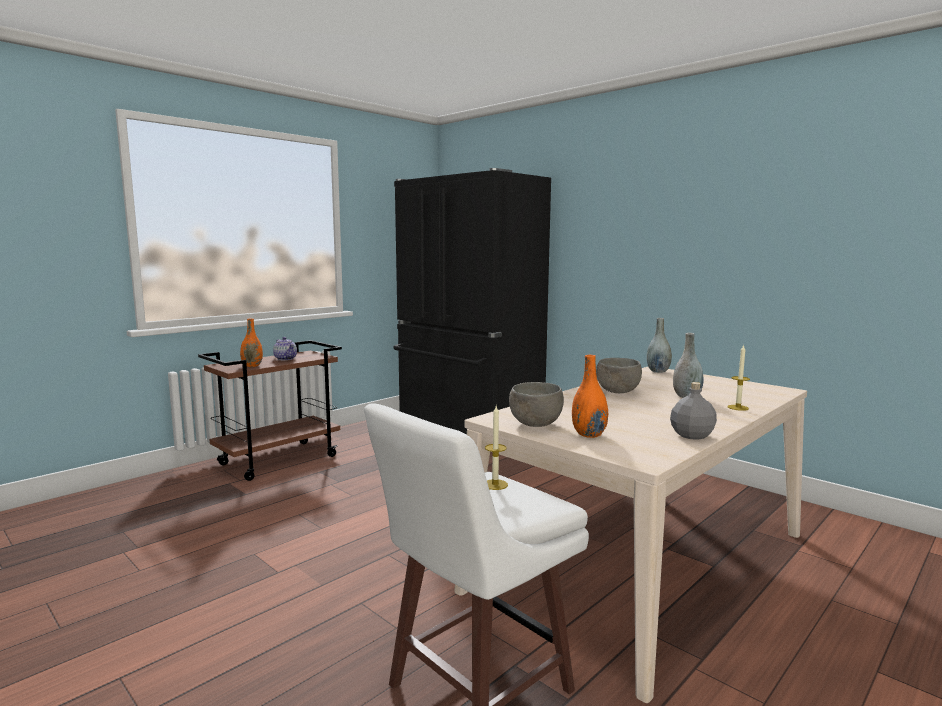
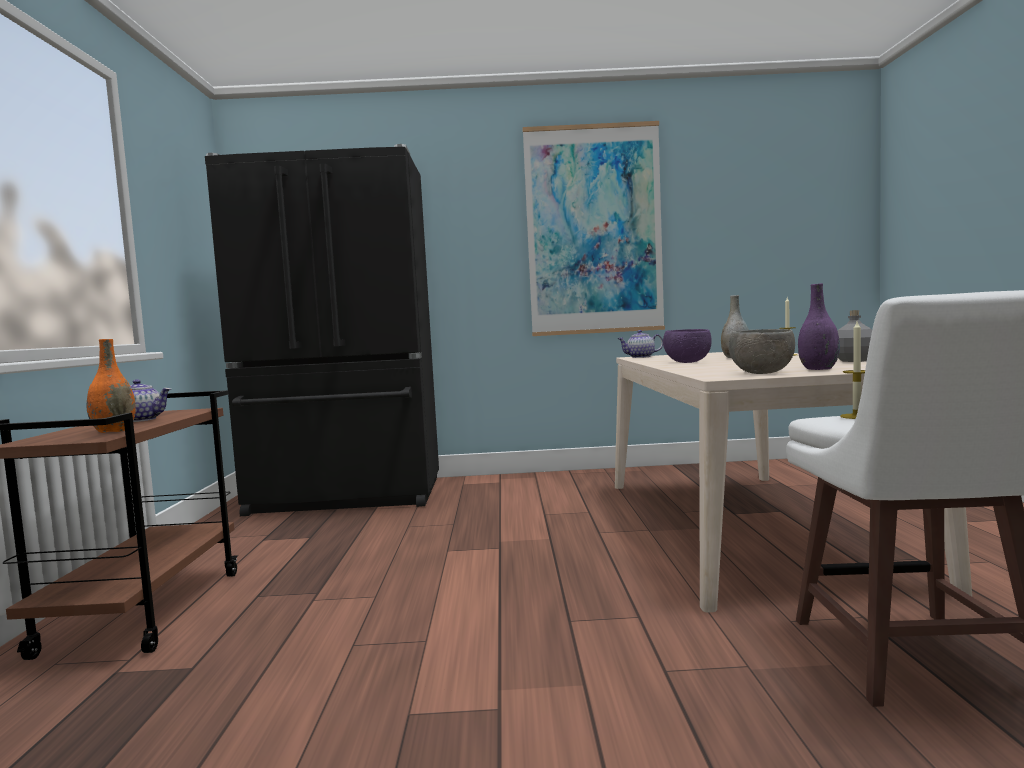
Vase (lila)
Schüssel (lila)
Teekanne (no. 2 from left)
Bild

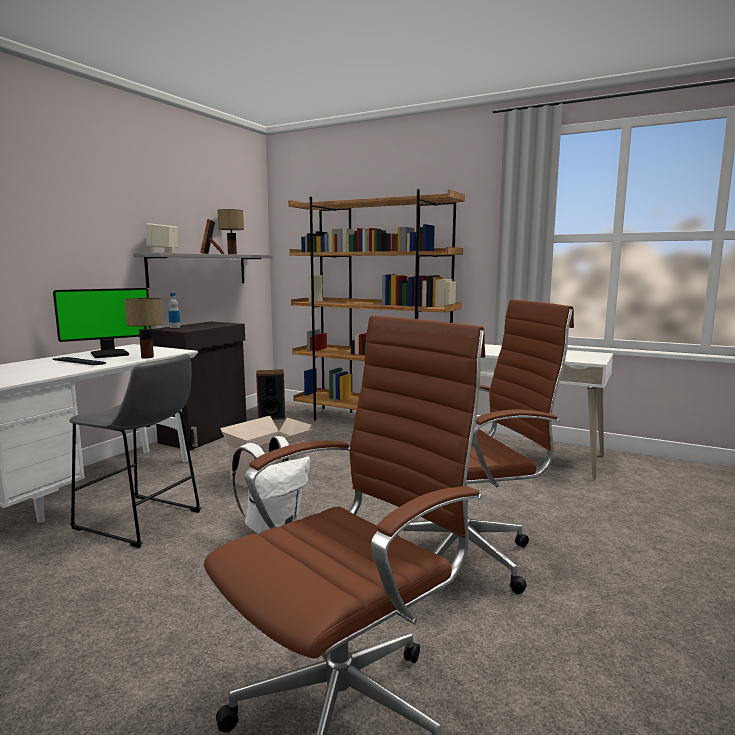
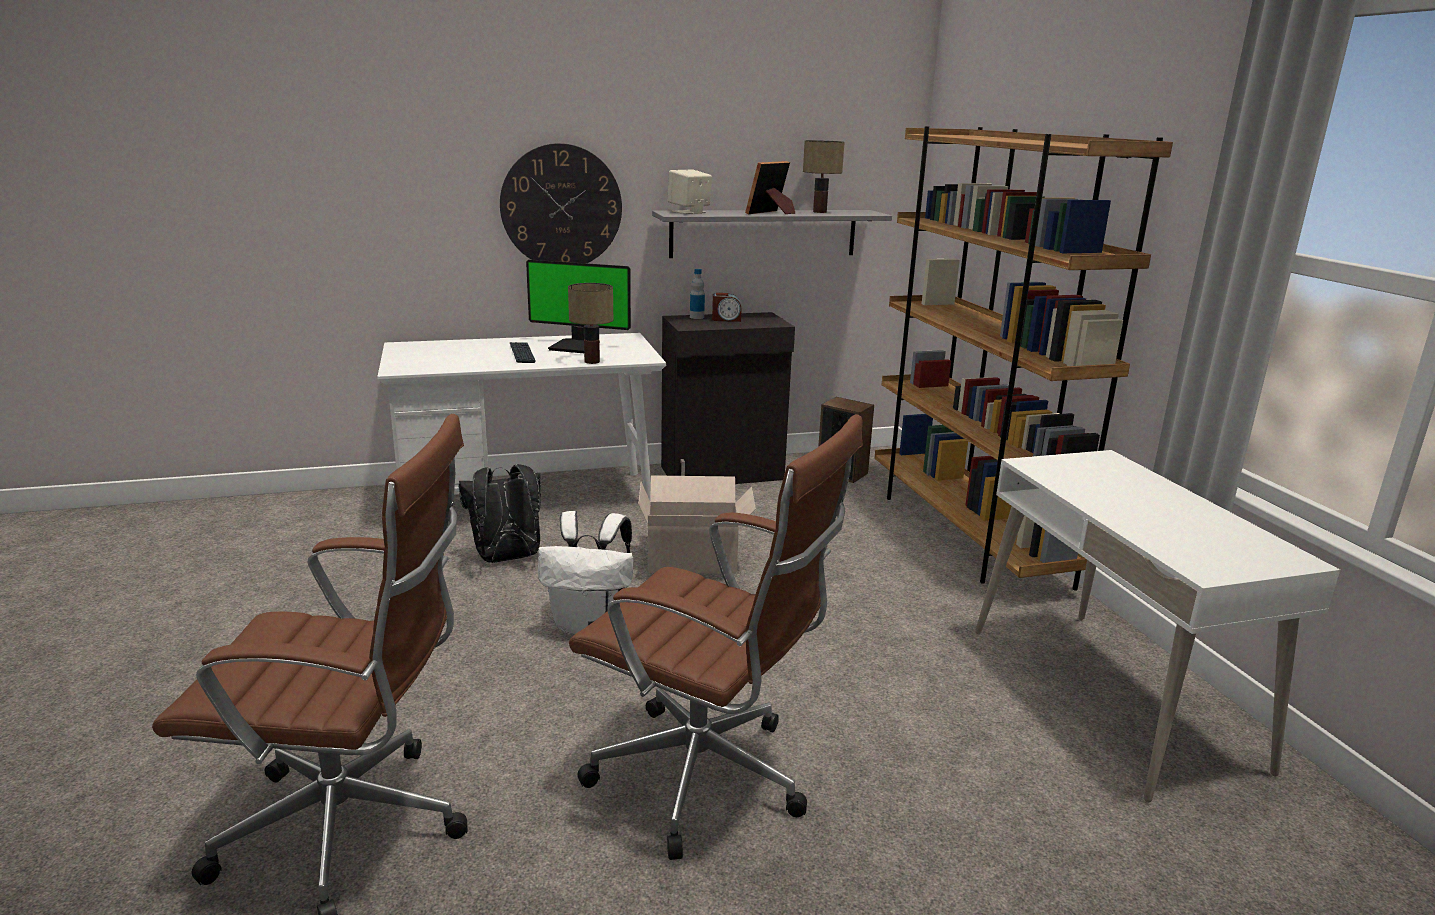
Rucksack (schwarz)
Wanduhr
Wecker

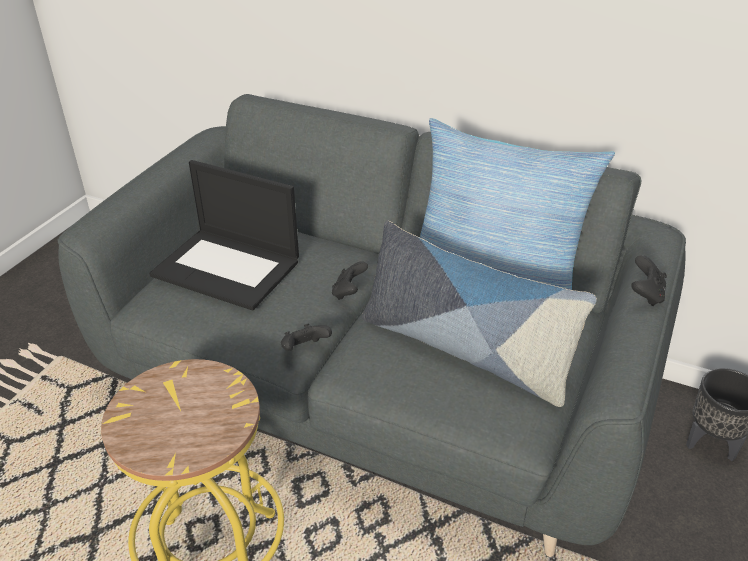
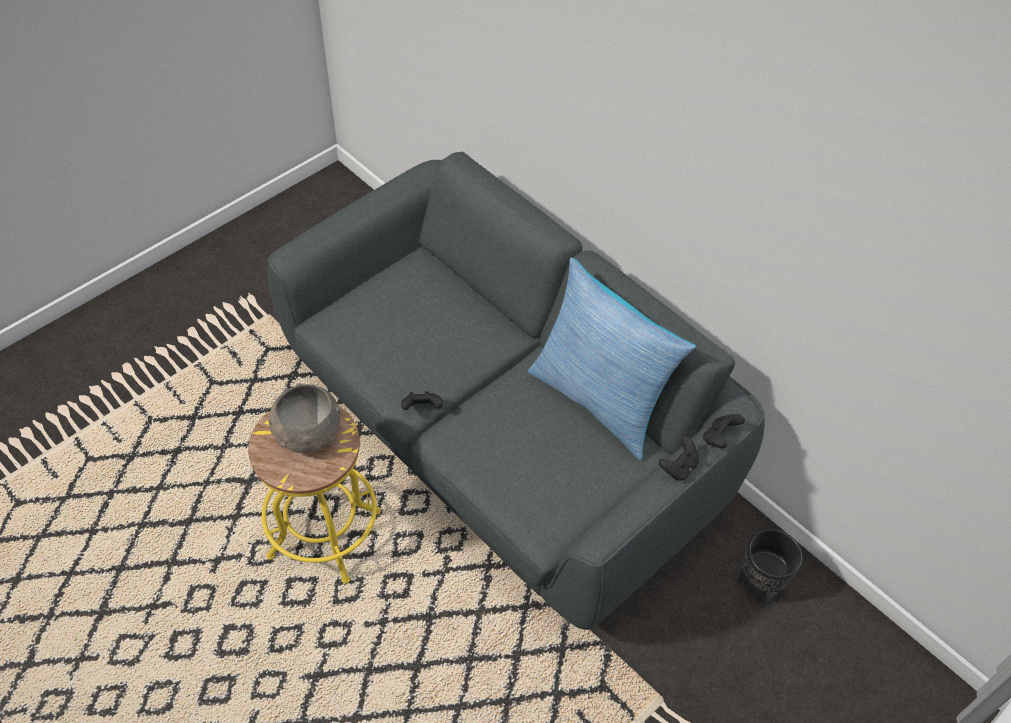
Laptop
Gamepad (schwarz) (no. 3 from left)
Kissen (no. 1 from left in the first image)
Schüssel (grau)

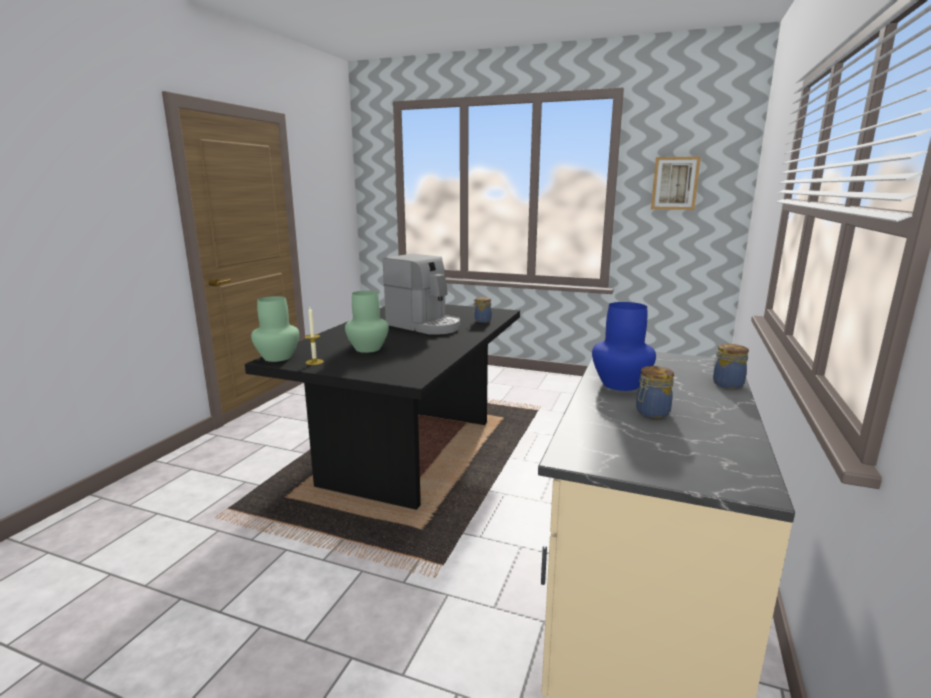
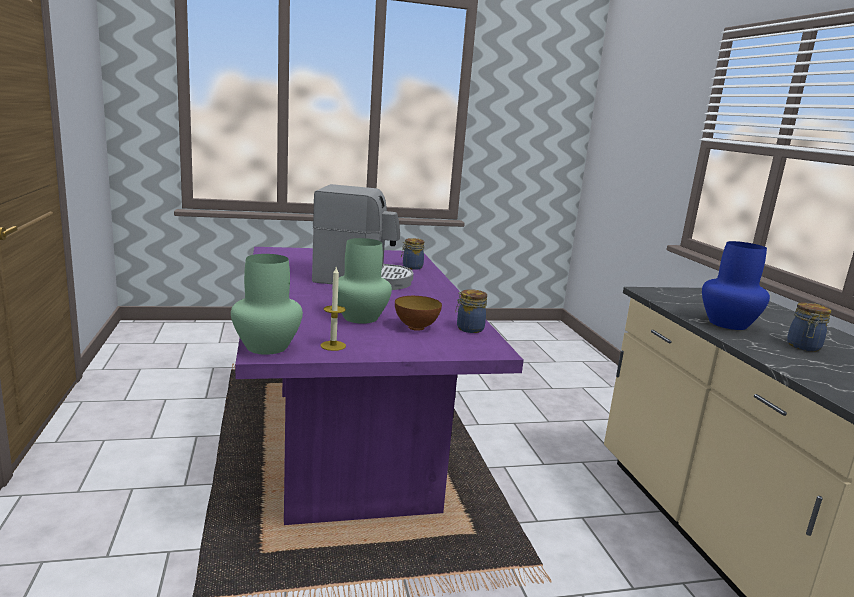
Esstisch (lila)
Bild
Vorratsglas (no. 2 from left)
Schüssel

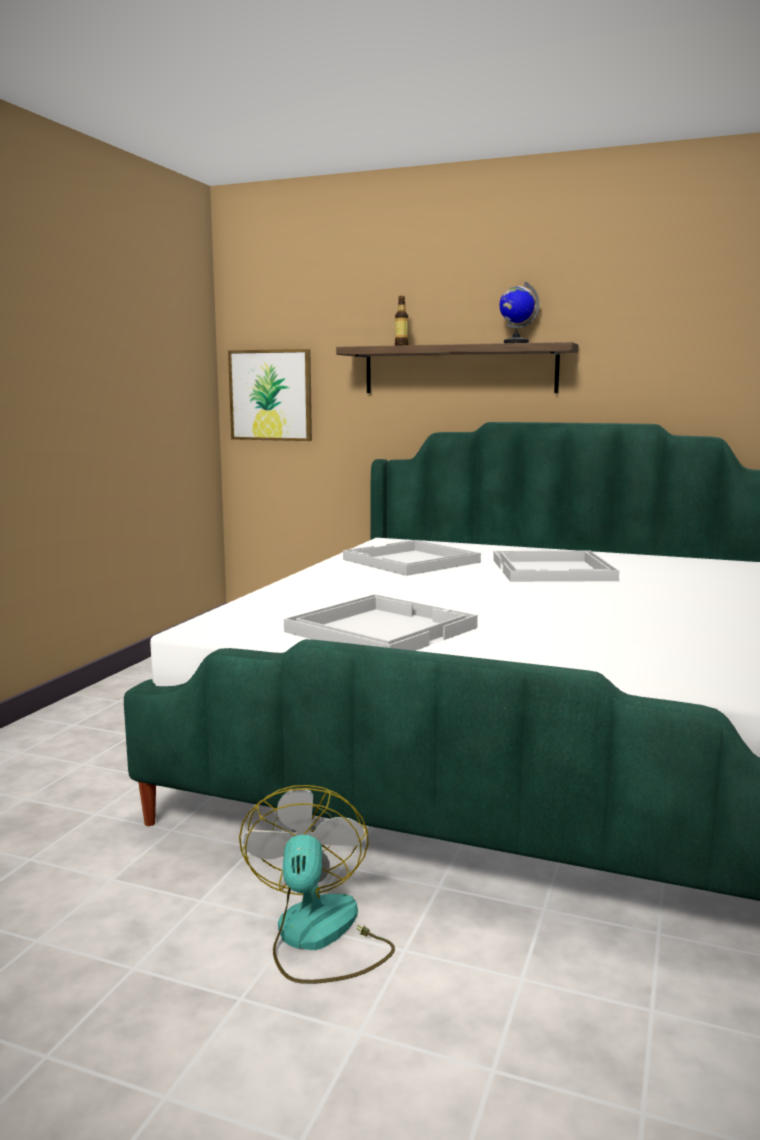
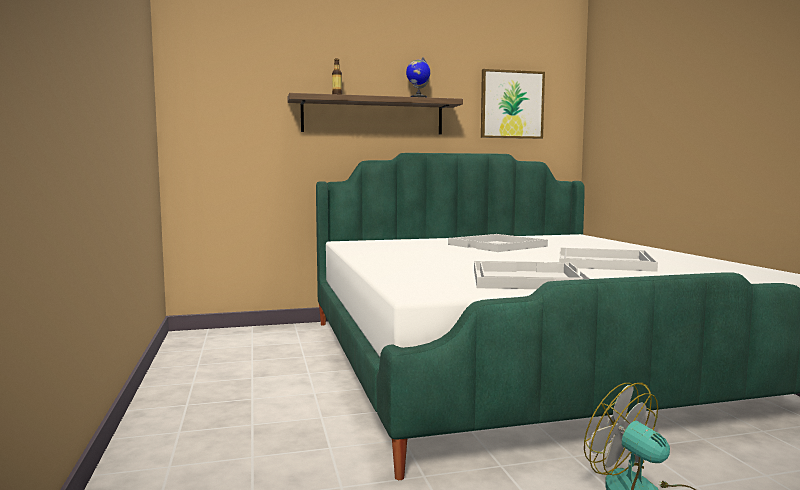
Bild
Tablett (weiß) (no. 3 from left)

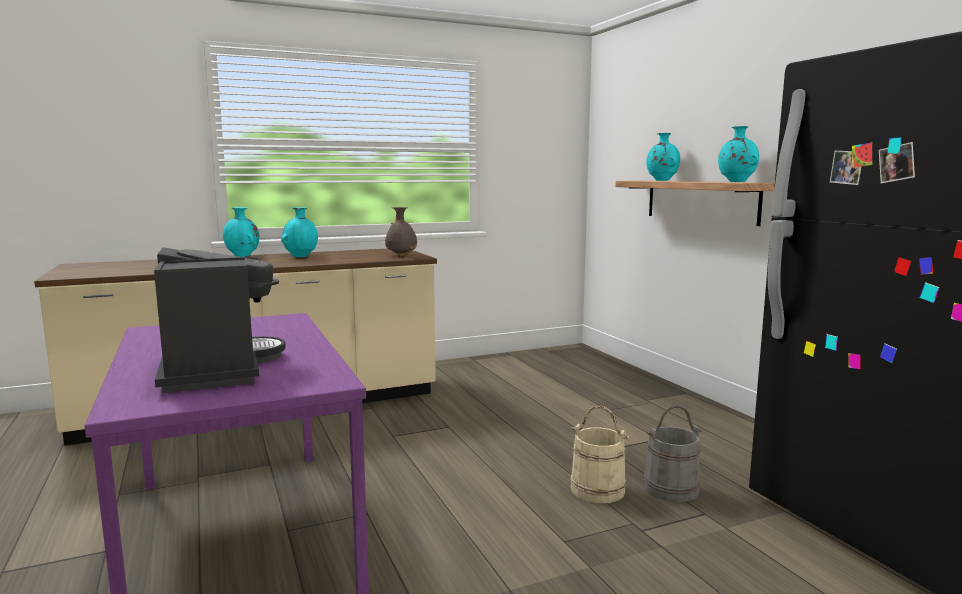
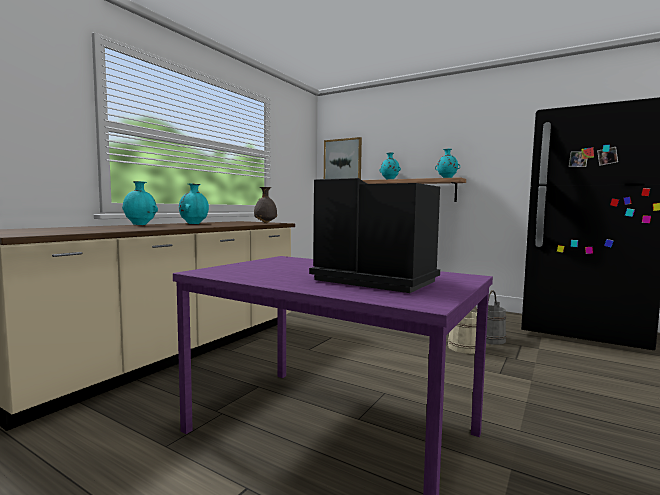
Bild

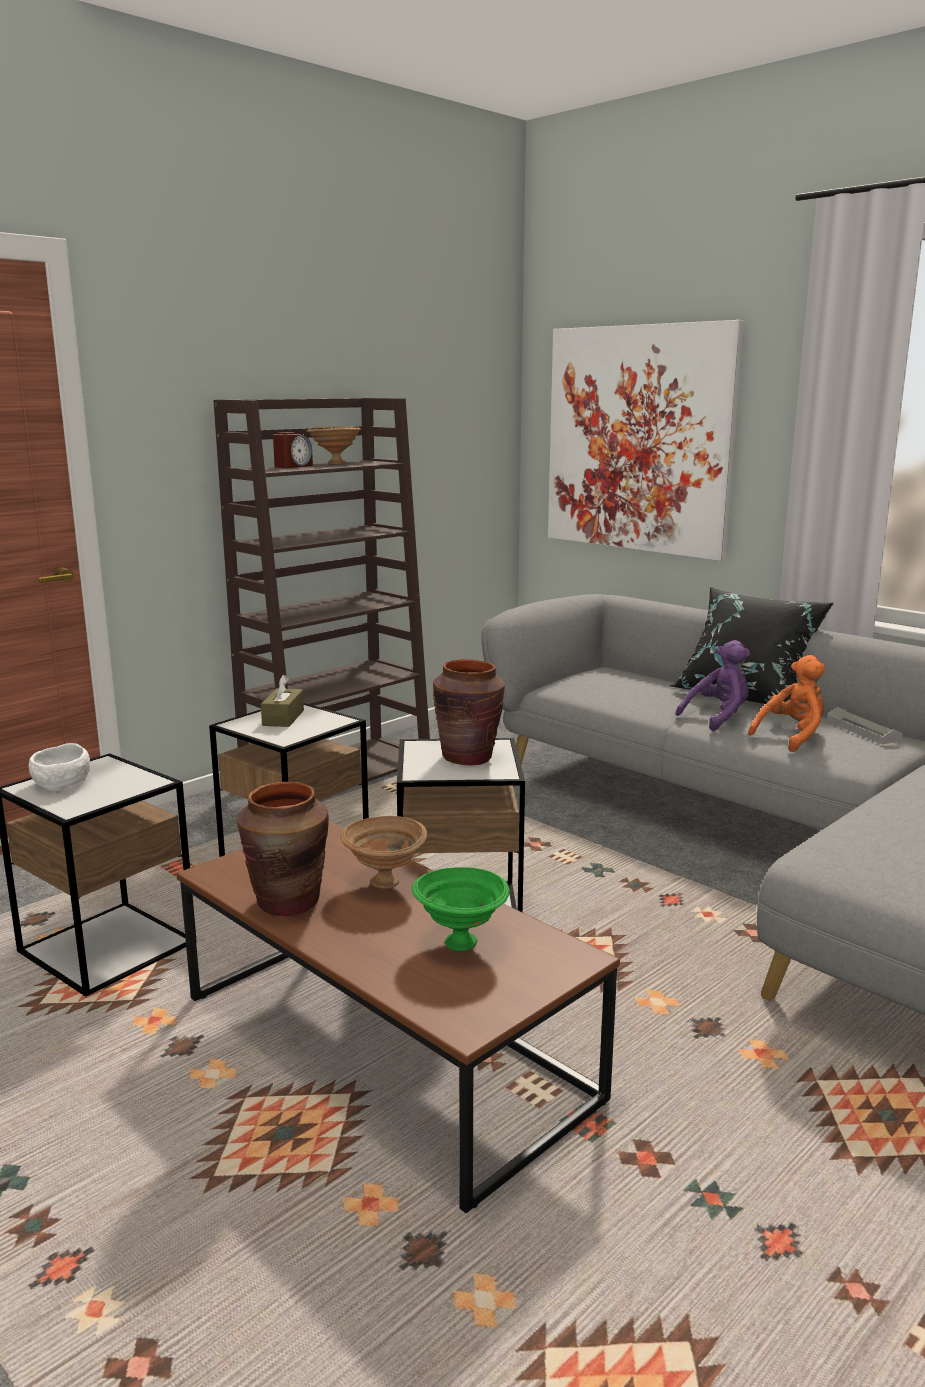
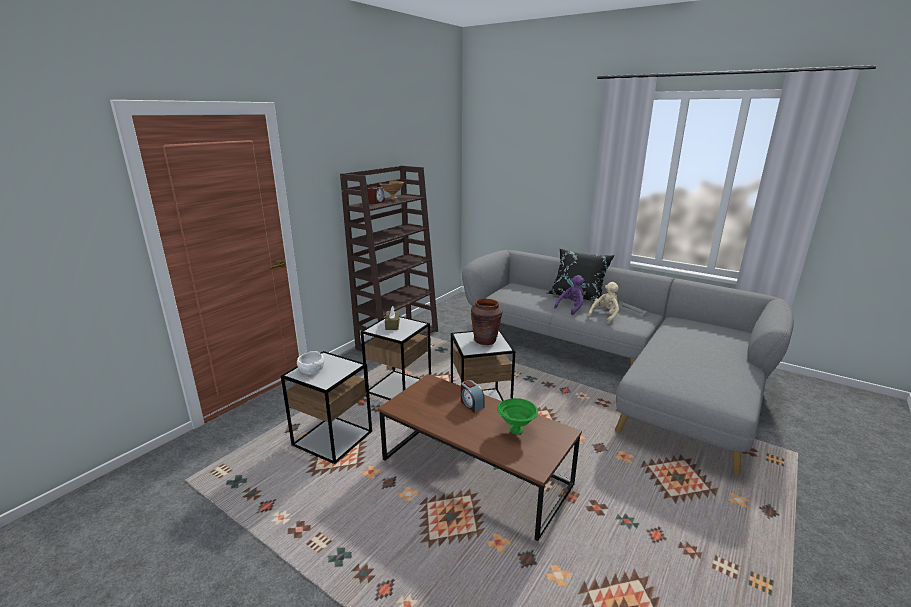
Vase (braun) (no. 1 from left in the first image)
Wecker (no. 2 from left)
Bild
Plüschtier (beige)

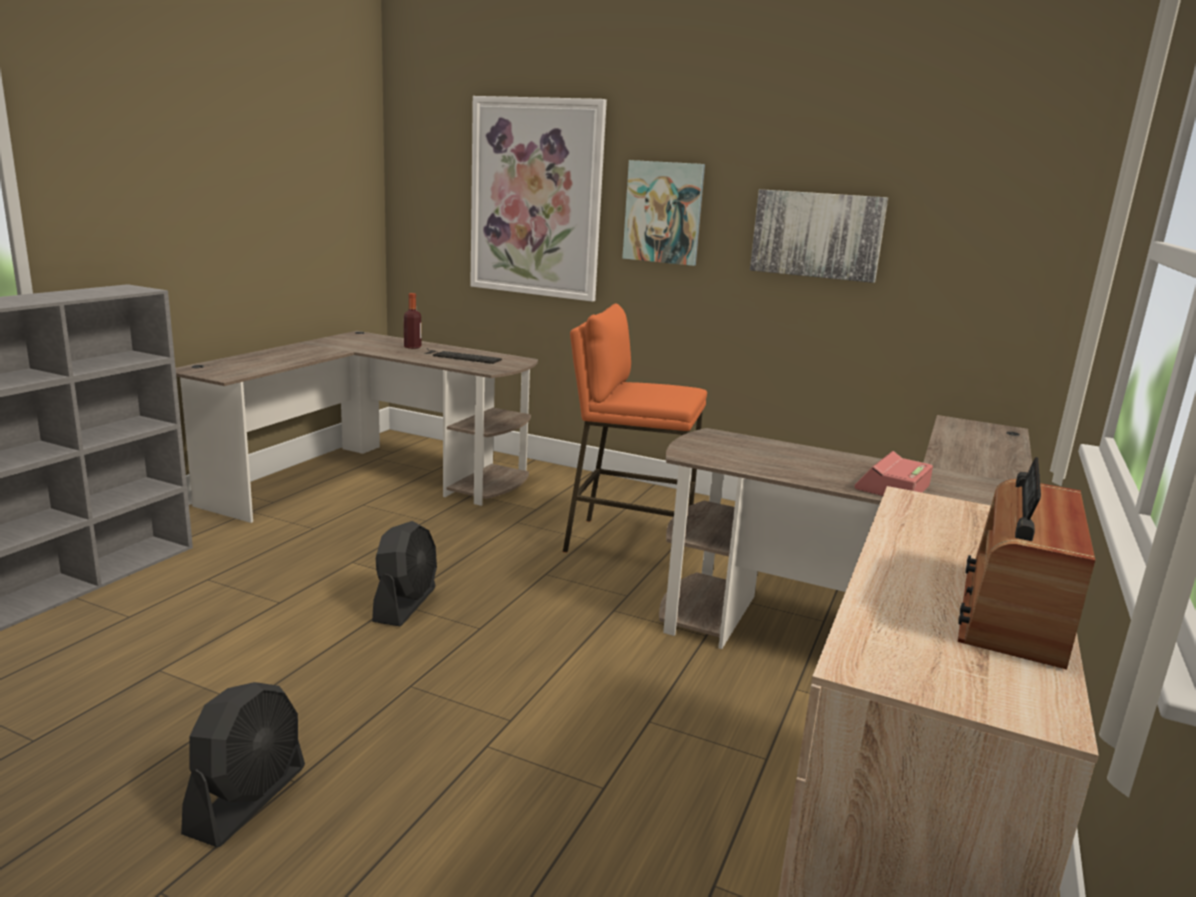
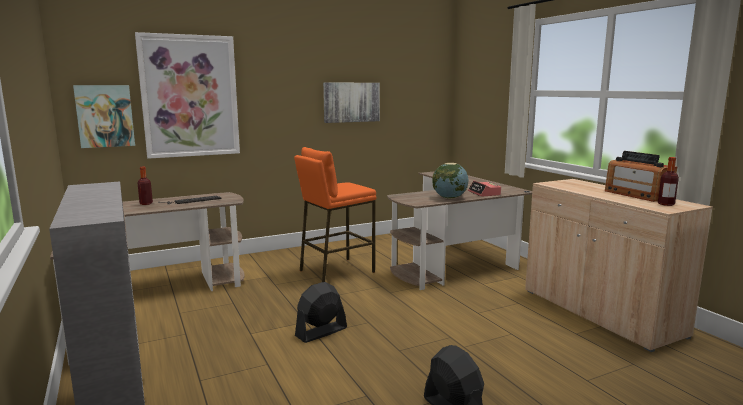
Ventilator (schwarz) (no. 1 from left)
Bild (no. 1 from left)
Globus
Flasche (no. 2 from left)

